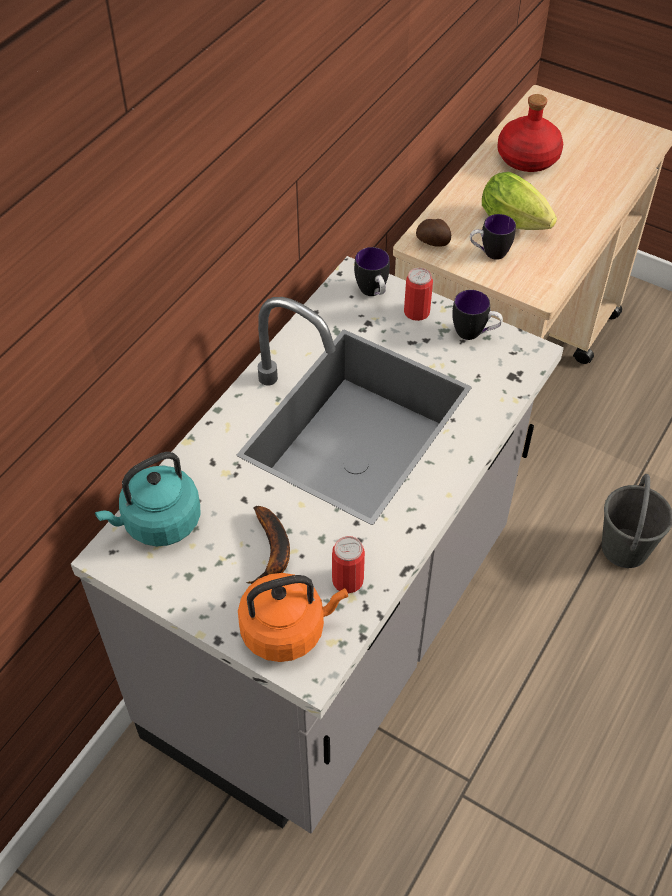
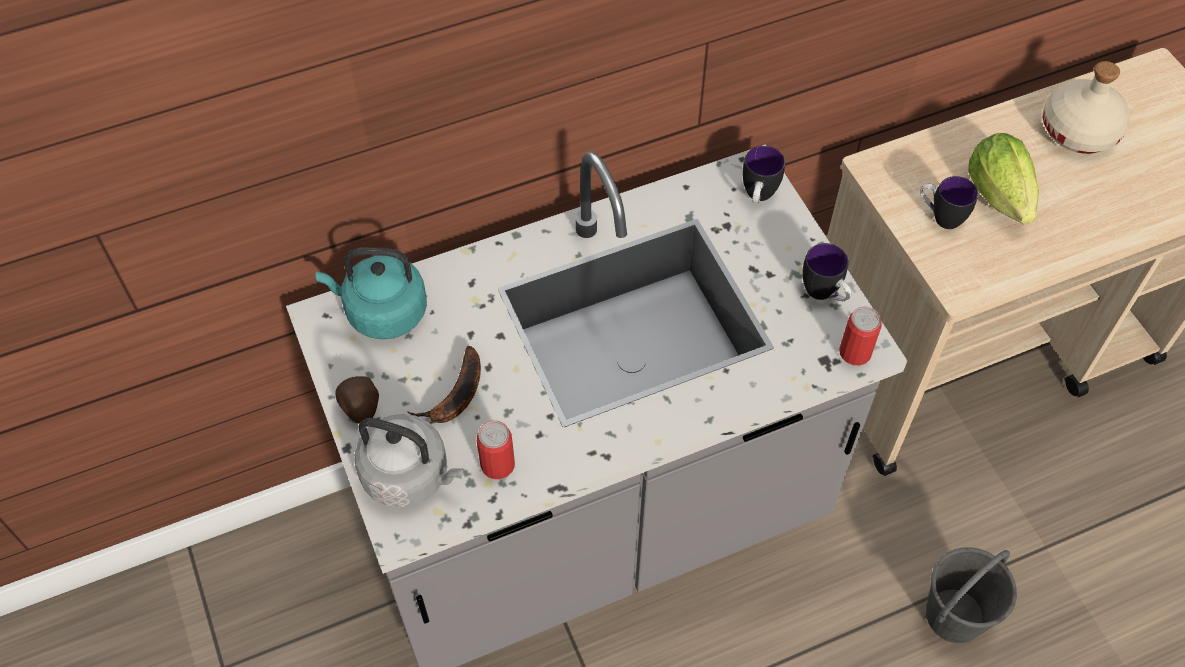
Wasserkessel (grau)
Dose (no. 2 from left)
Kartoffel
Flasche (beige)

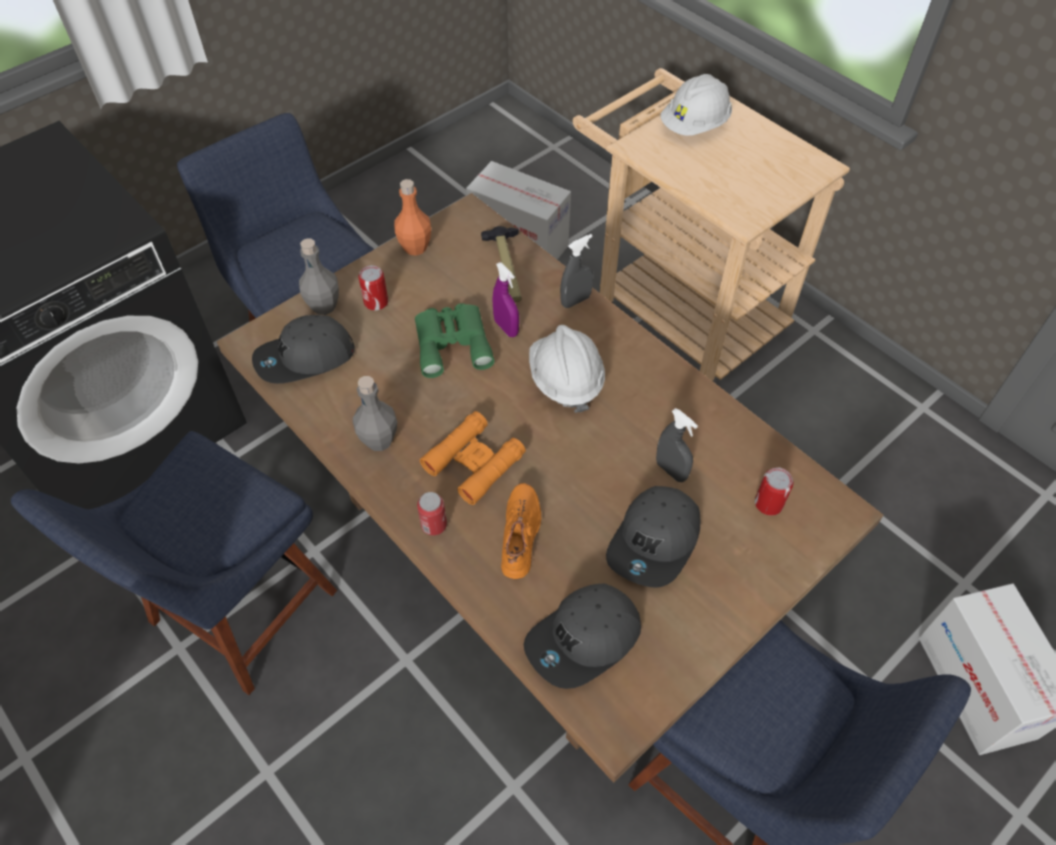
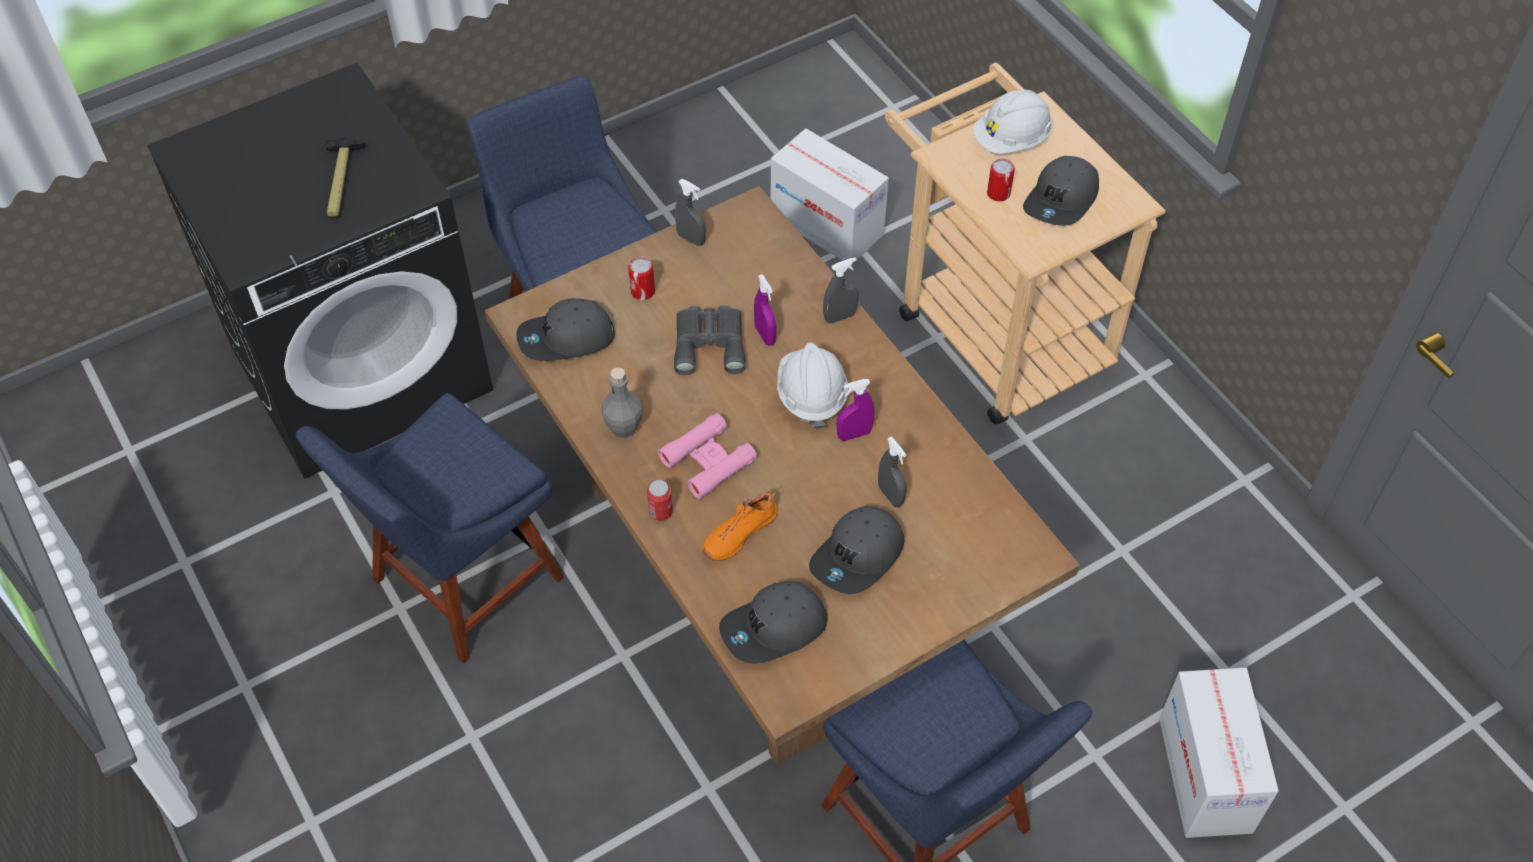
Flasche (grau) (no. 1 from left in the first image)
Sprühflasche (grau) (no. 1 from left)
Fernglas (grau)
Fernglas (rosa)
Hammer
Schuh (orange)
Dose (no. 3 from left)
Sprühflasche (lila) (no. 2 from left)
Kappe (grau) (no. 4 from left)

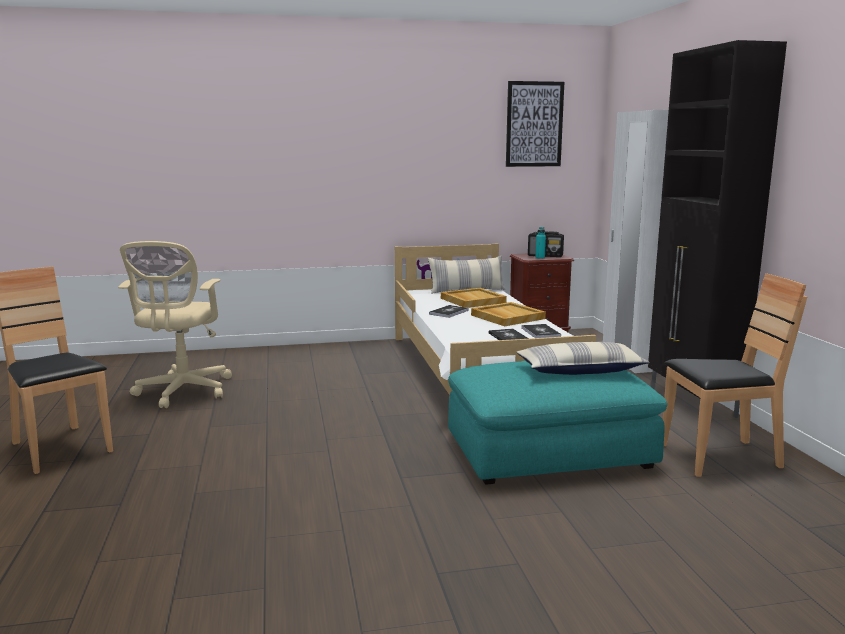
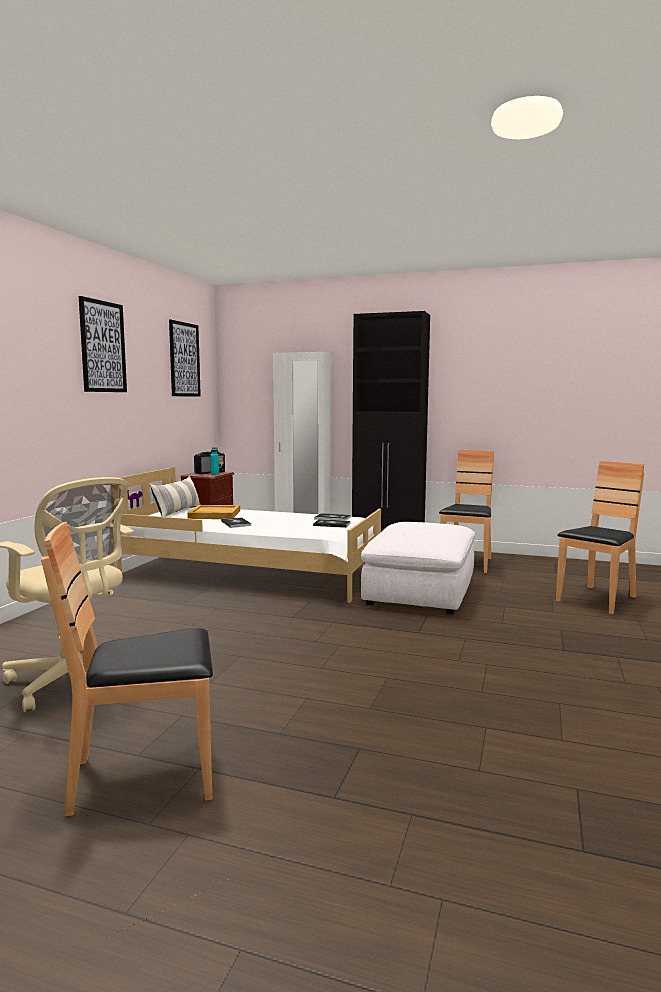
Polsterhocker (weiß)
Tablett (beige) (no. 2 from left in the first image)
Kissen (no. 2 from left in the first image)
Bild (no. 1 from left)
Stuhl (braun) (no. 3 from left)

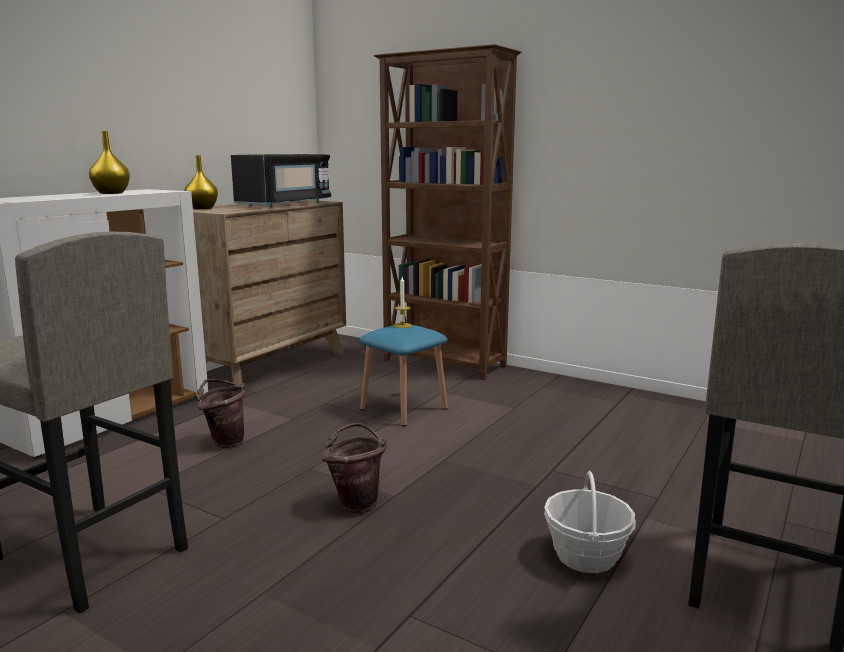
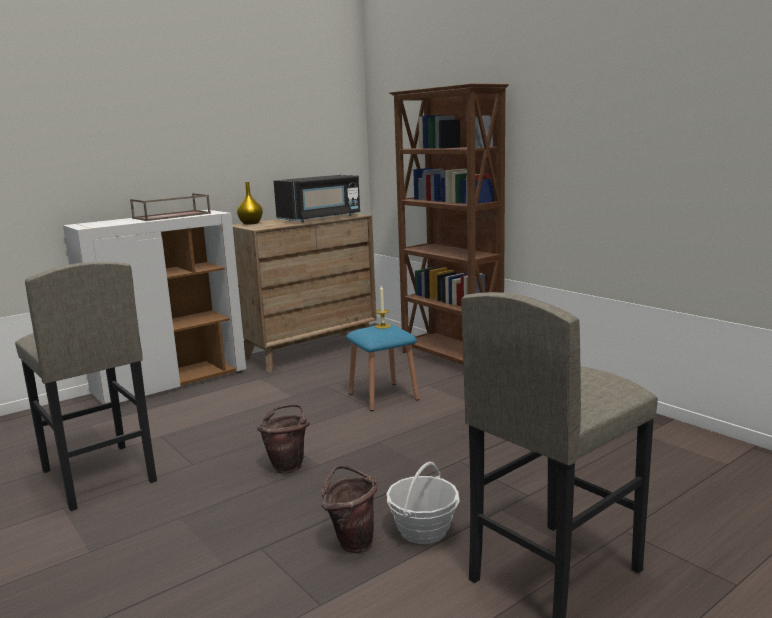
Tablett (braun)
Eimer (braun) (no. 2 from left)

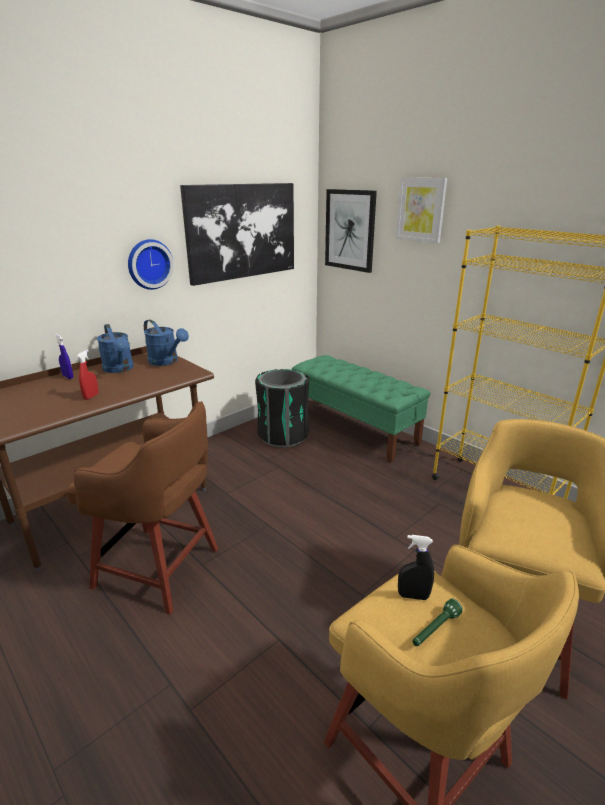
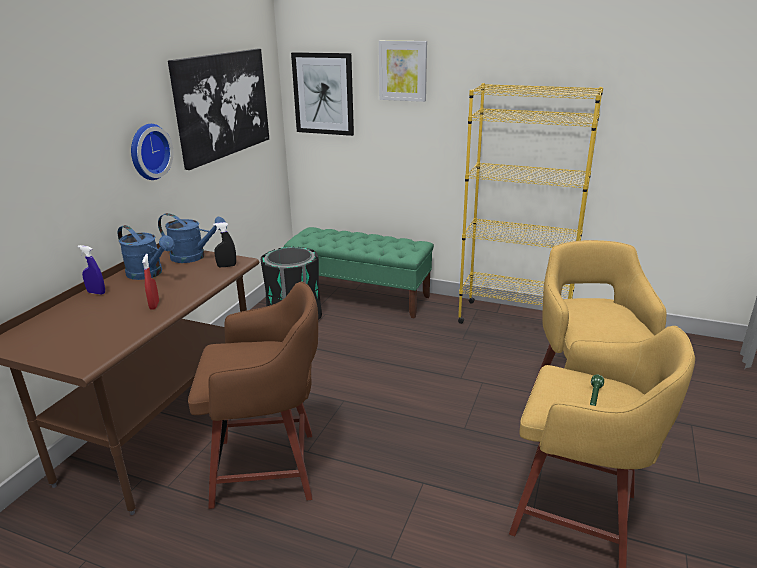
Sprühflasche (schwarz)

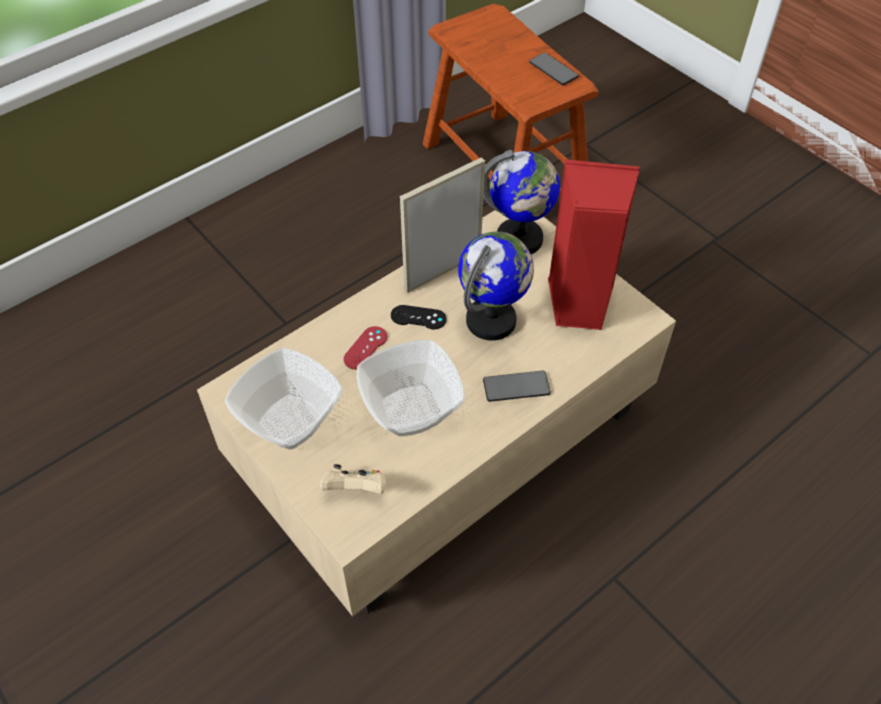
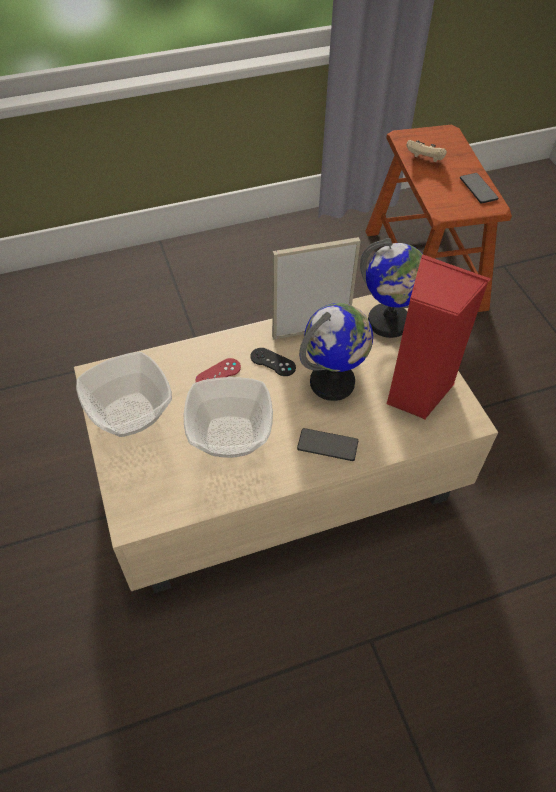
Gamepad (beige)

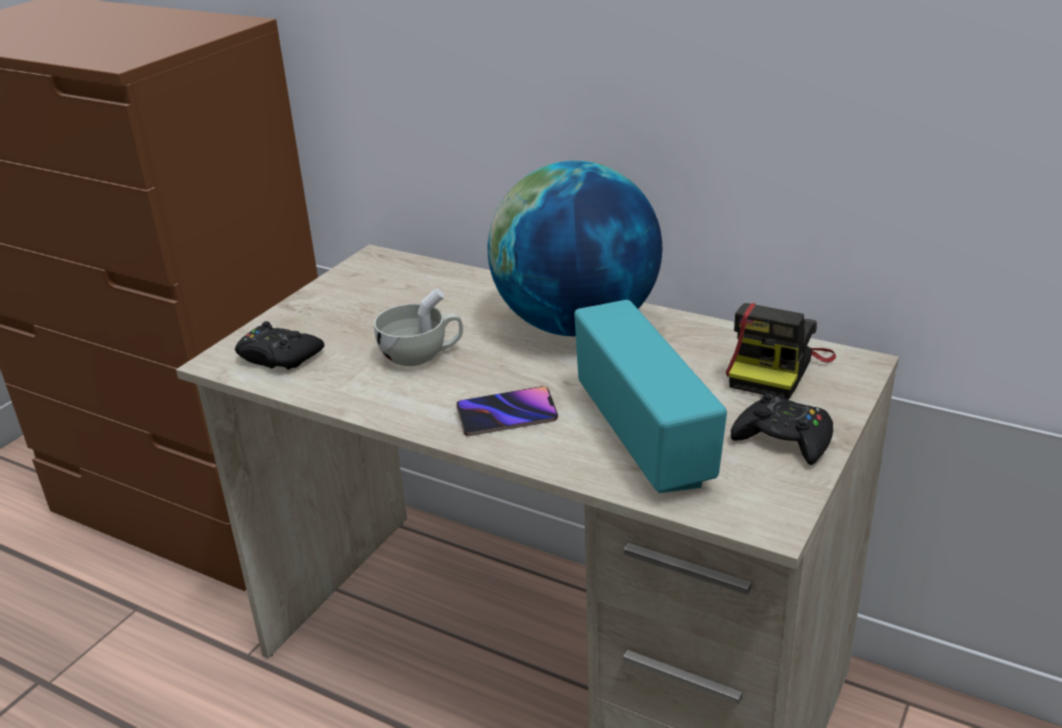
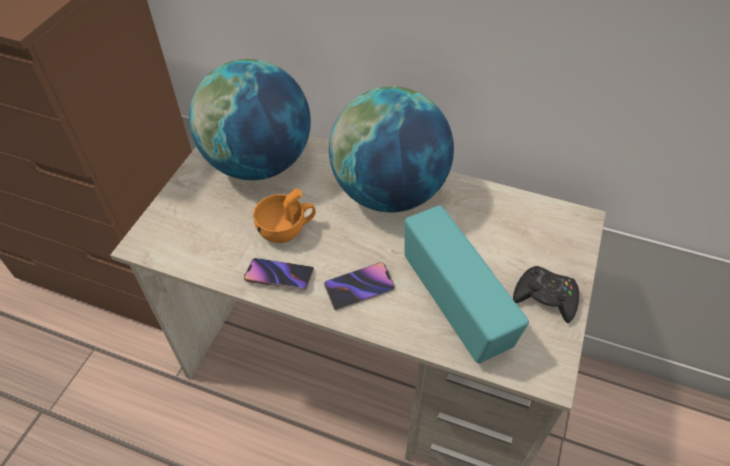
Gamepad (schwarz) (no. 1 from left in the first image)
Tasse (orange)
Kamera
Globus (no. 1 from left)
Handy (no. 1 from left)

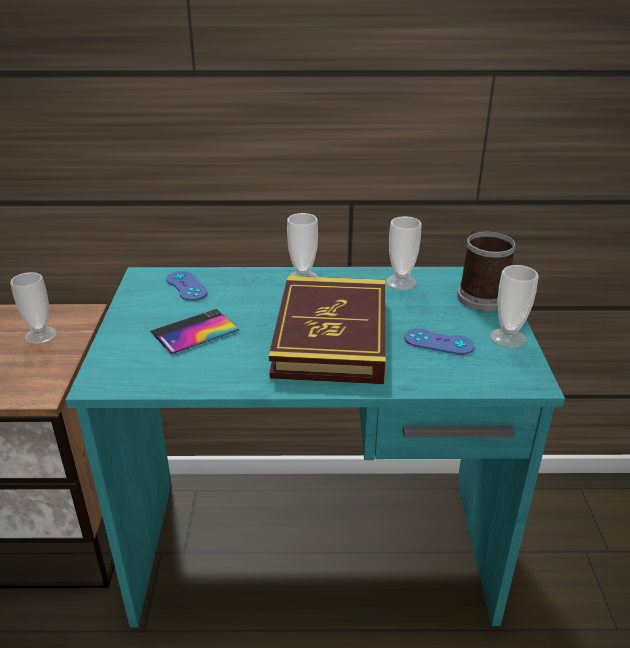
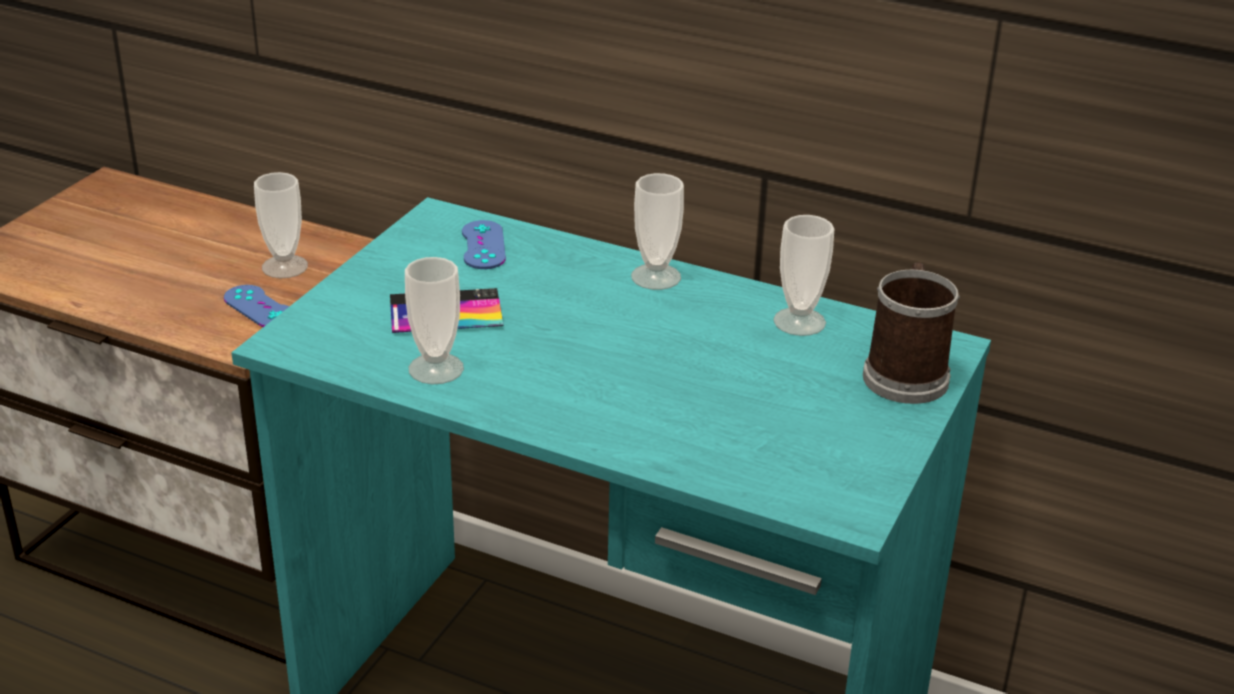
Buch
Gamepad (blau) (no. 1 from left)
Tasse (no. 2 from left)

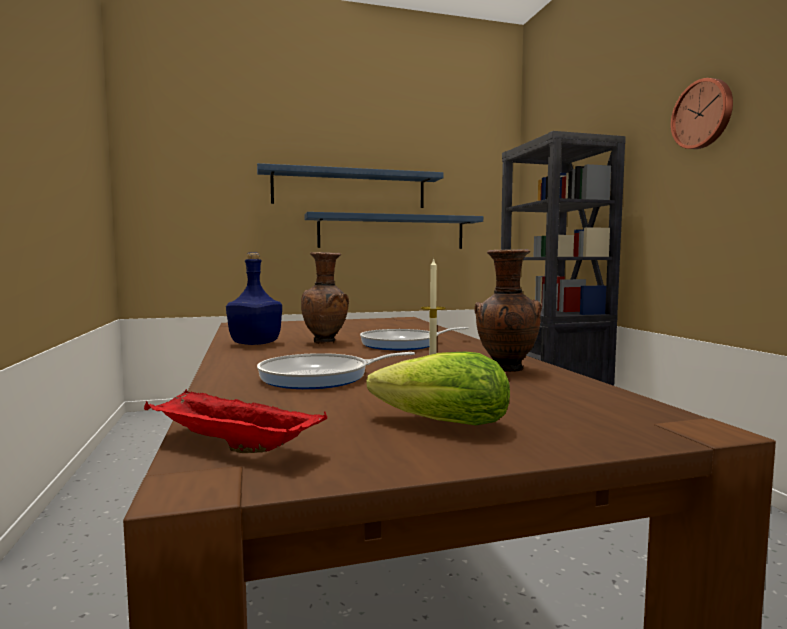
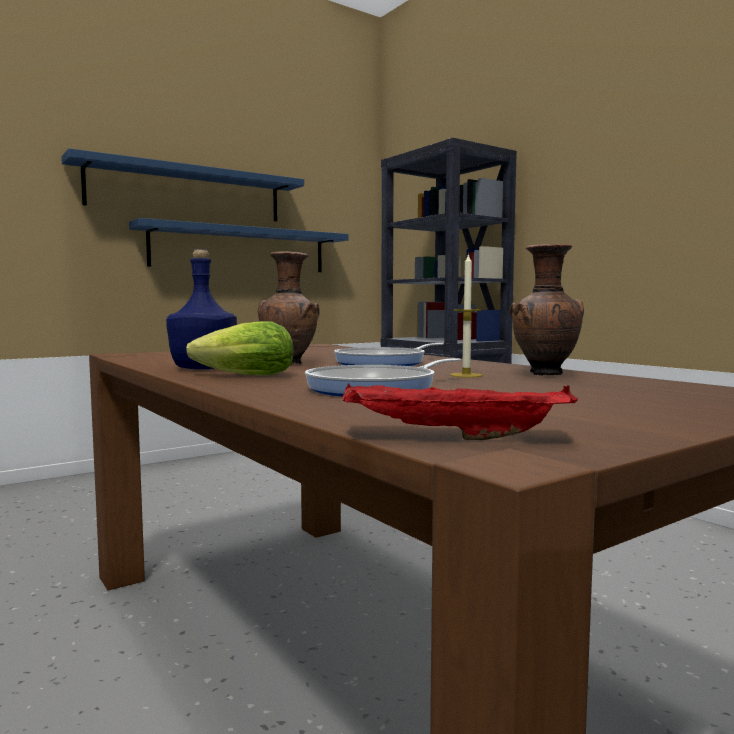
Salatkopf
Wanduhr

